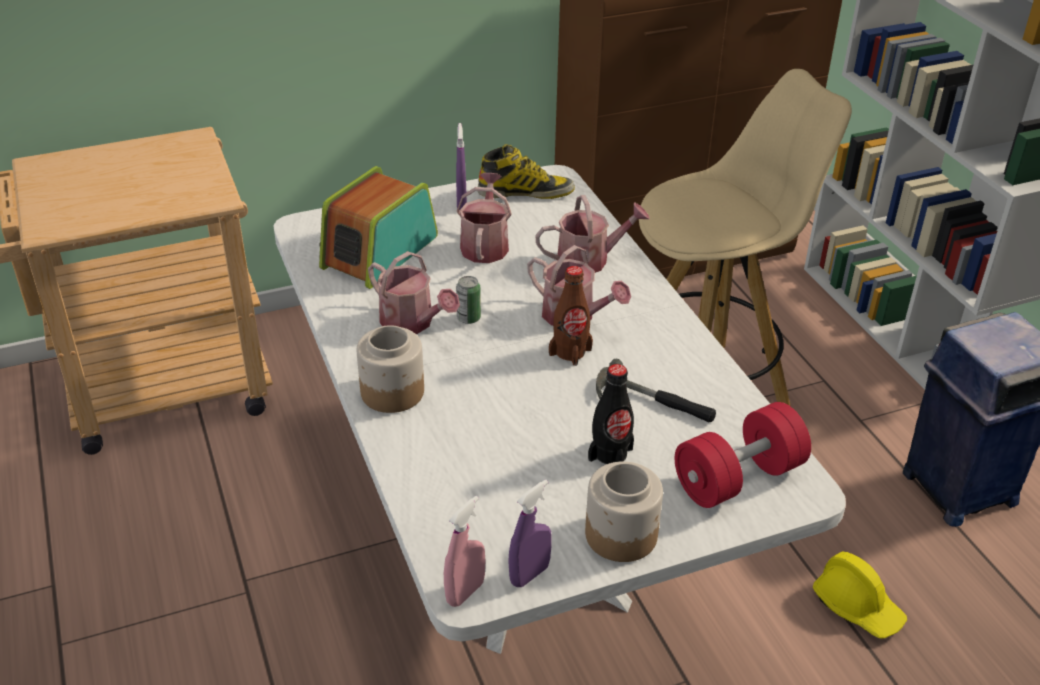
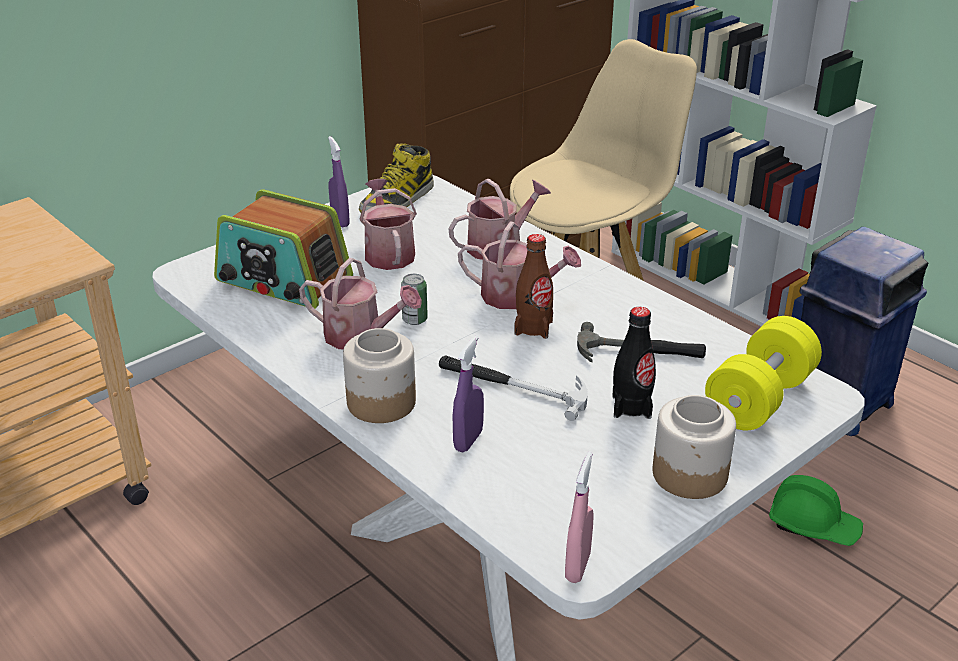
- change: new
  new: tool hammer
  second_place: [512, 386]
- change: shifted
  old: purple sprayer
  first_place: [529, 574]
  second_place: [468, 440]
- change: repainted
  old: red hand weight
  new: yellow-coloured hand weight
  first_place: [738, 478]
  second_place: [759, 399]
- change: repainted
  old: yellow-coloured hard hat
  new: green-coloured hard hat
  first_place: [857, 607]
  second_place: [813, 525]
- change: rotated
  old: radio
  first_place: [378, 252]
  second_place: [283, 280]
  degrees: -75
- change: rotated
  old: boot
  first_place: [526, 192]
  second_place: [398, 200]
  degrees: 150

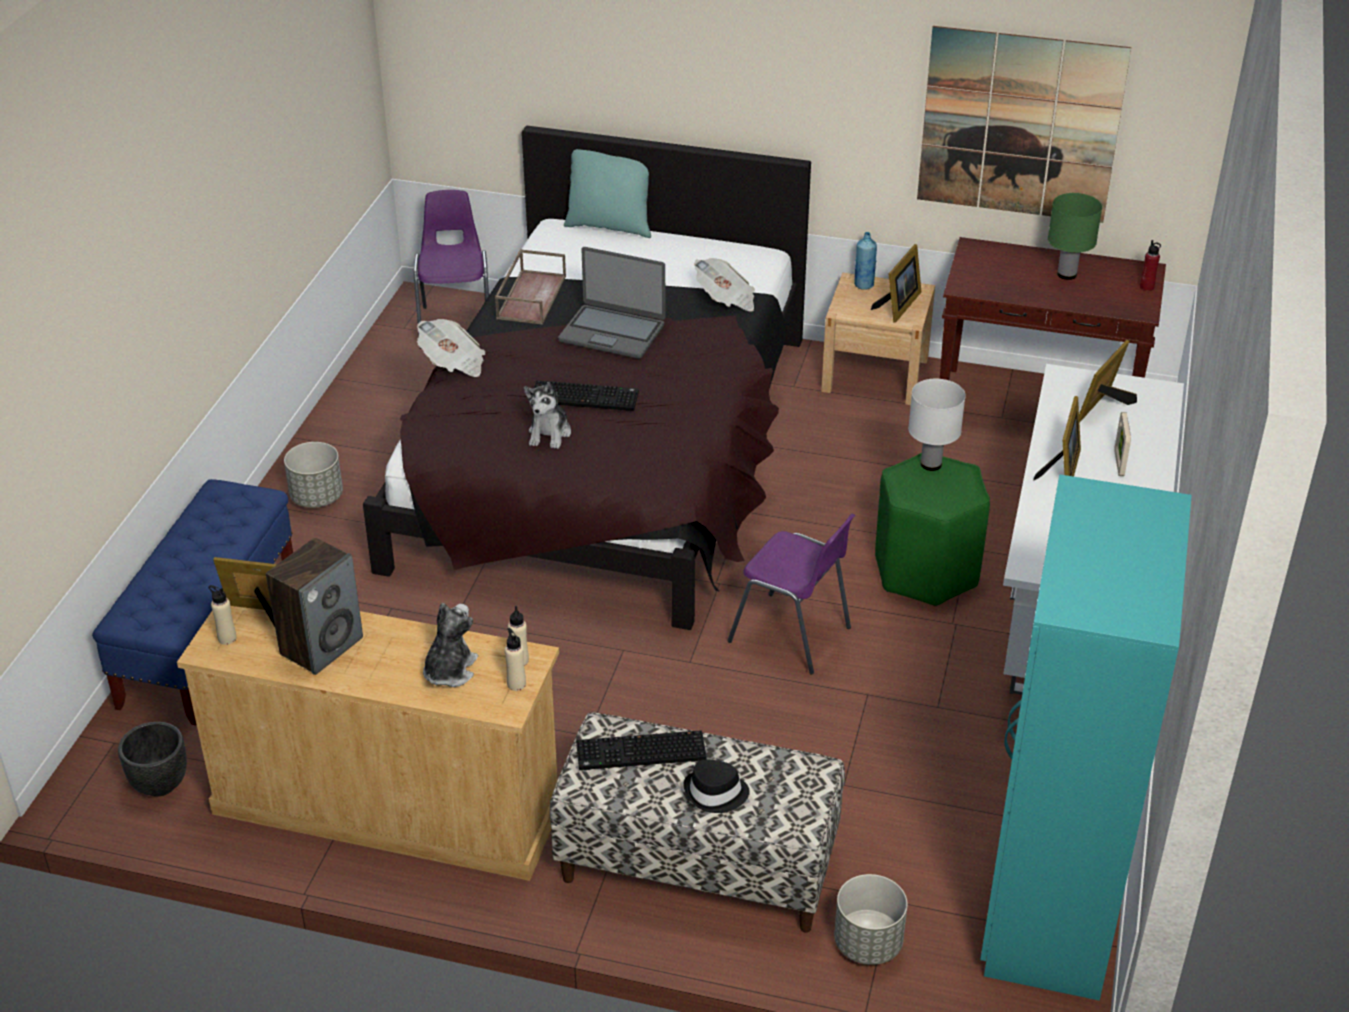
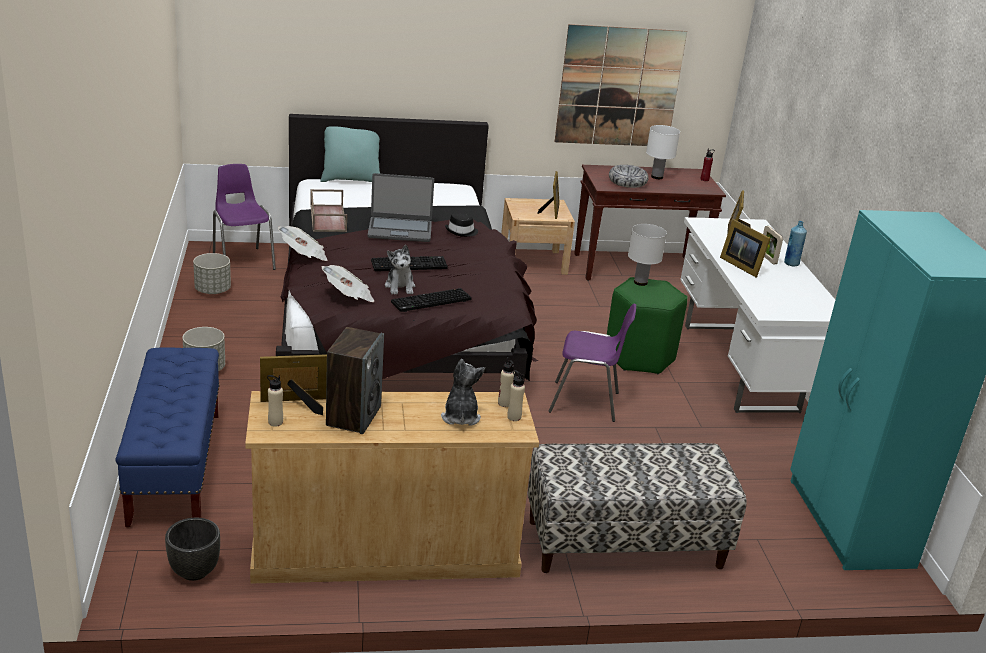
- change: new
  new: bowl
  second_place: [627, 182]
- change: shifted
  old: PC keyboard
  first_place: [639, 754]
  second_place: [431, 302]
- change: shifted
  old: black-coloured clothing hat
  first_place: [715, 793]
  second_place: [461, 231]
- change: shifted
  old: newspaper
  first_place: [726, 300]
  second_place: [348, 296]
- change: shifted
  old: greyish flower pot
  first_place: [868, 943]
  second_place: [212, 290]
- change: shifted
  old: blue-coloured drink bottle
  first_place: [864, 285]
  second_place: [791, 263]
- change: repainted
  old: green-coloured lamp for a table
  new: whitish lamp for a table
  first_place: [1066, 274]
  second_place: [656, 177]
- change: rotated
  old: standing frame
  first_place: [1062, 471]
  second_place: [741, 265]
  degrees: 150

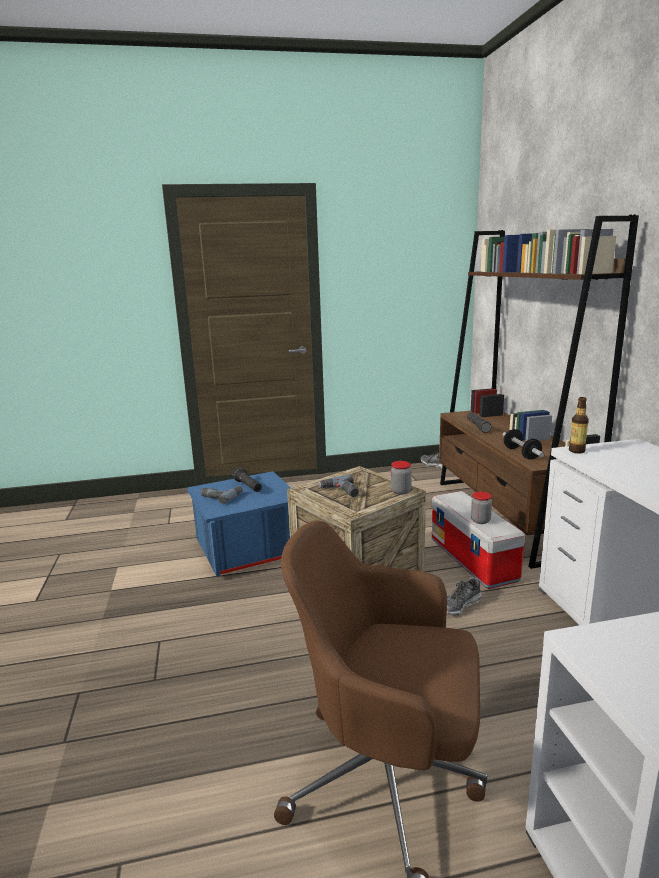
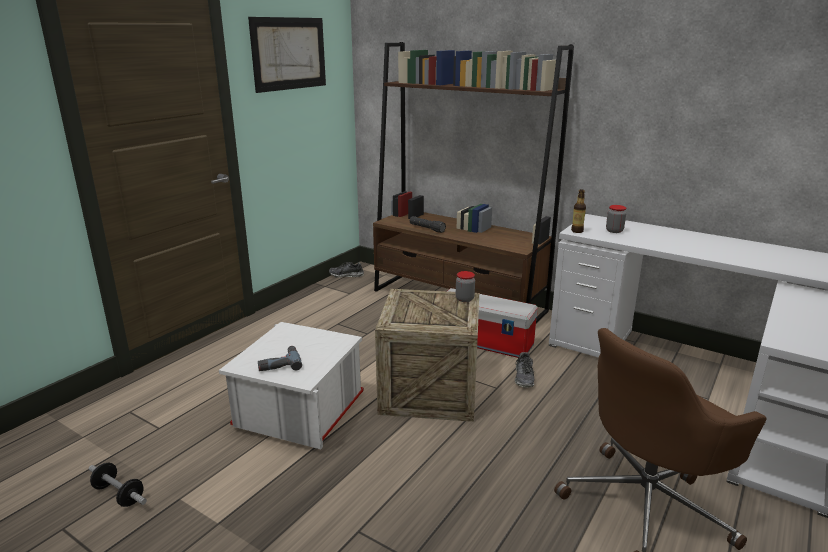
- change: gone
  old: black-coloured hand torch
  first_place: [248, 487]
- change: gone
  old: power drill
  first_place: [340, 491]
- change: new
  new: wall picture
  second_place: [289, 53]
- change: shifted
  old: jar
  first_place: [480, 521]
  second_place: [614, 231]
- change: shifted
  old: hand weight
  first_place: [521, 453]
  second_place: [119, 494]
- change: repainted
  old: blue-coloured storage box
  new: whitish storage box
  first_place: [248, 548]
  second_place: [298, 412]

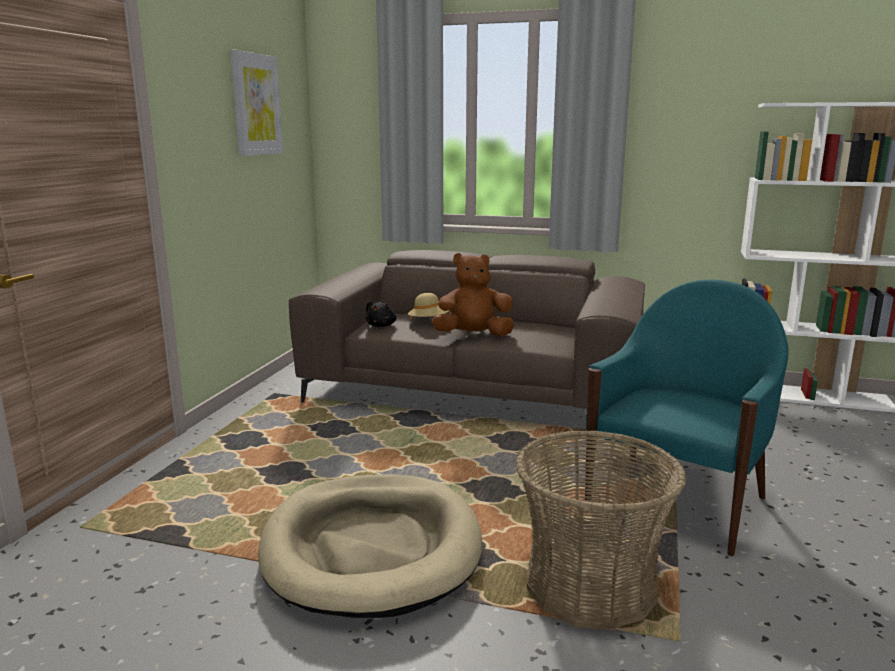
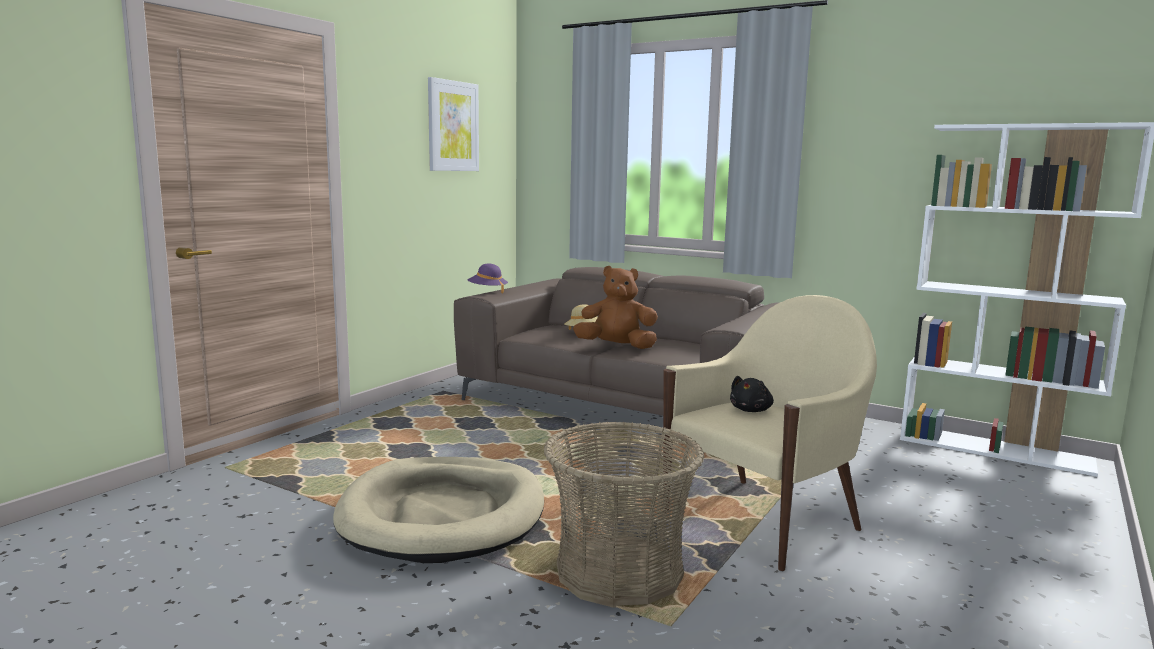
- change: new
  new: purple clothing hat
  second_place: [487, 291]
- change: shifted
  old: black-coloured soft toy
  first_place: [381, 325]
  second_place: [751, 410]
- change: repainted
  old: blue-green armchair
  new: beige armchair
  first_place: [677, 501]
  second_place: [763, 520]

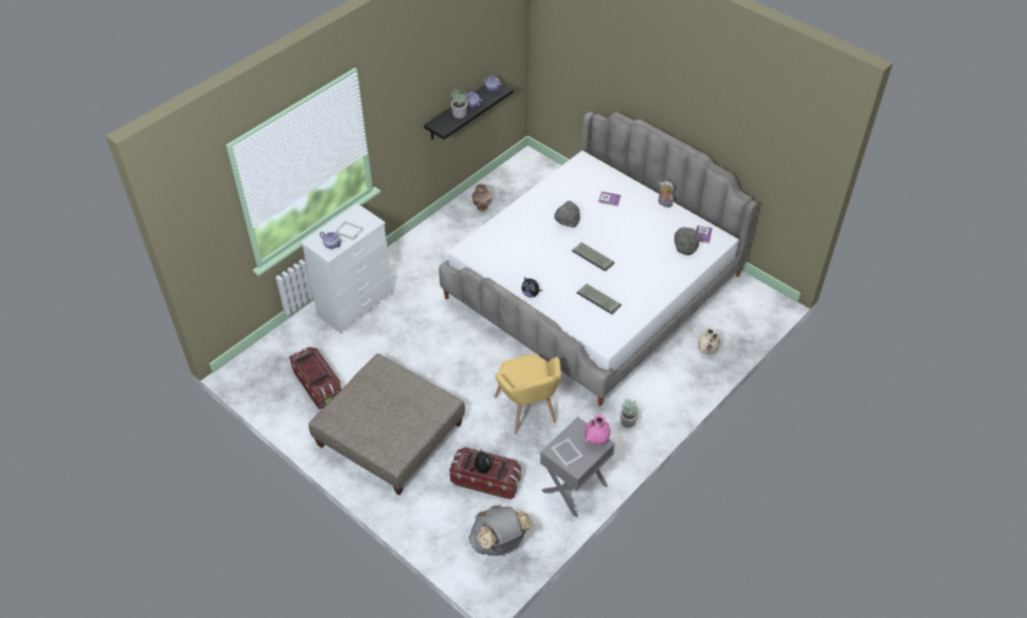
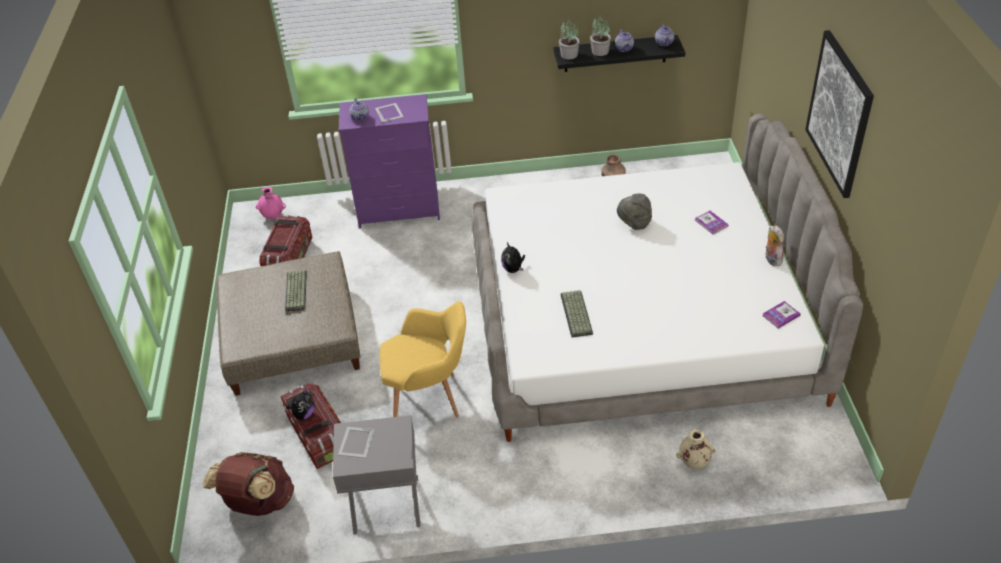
- change: gone
  old: greyish clothing hat
  first_place: [685, 248]
- change: new
  new: wall picture
  second_place: [839, 113]
- change: shifted
  old: PC keyboard
  first_place: [593, 257]
  second_place: [297, 291]
- change: shifted
  old: pink-coloured vase
  first_place: [596, 440]
  second_place: [273, 216]
- change: shifted
  old: plant in a pot
  first_place: [627, 421]
  second_place: [568, 54]
- change: repainted
  old: whitish chest of drawers
  new: purple chest of drawers
  first_place: [356, 305]
  second_place: [400, 211]
- change: repainted
  old: greyish backpack
  new: brown-coloured backpack
  first_place: [499, 543]
  second_place: [258, 503]
- change: rotated
  old: yellow-coloured armchair
  first_place: [528, 413]
  second_place: [430, 400]
  degrees: -120

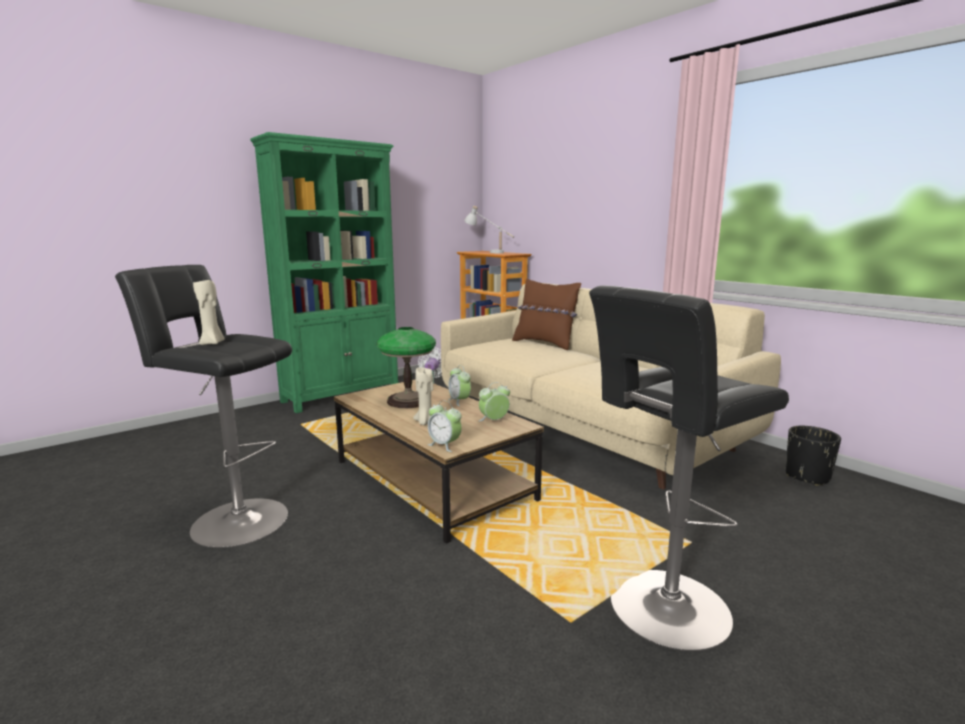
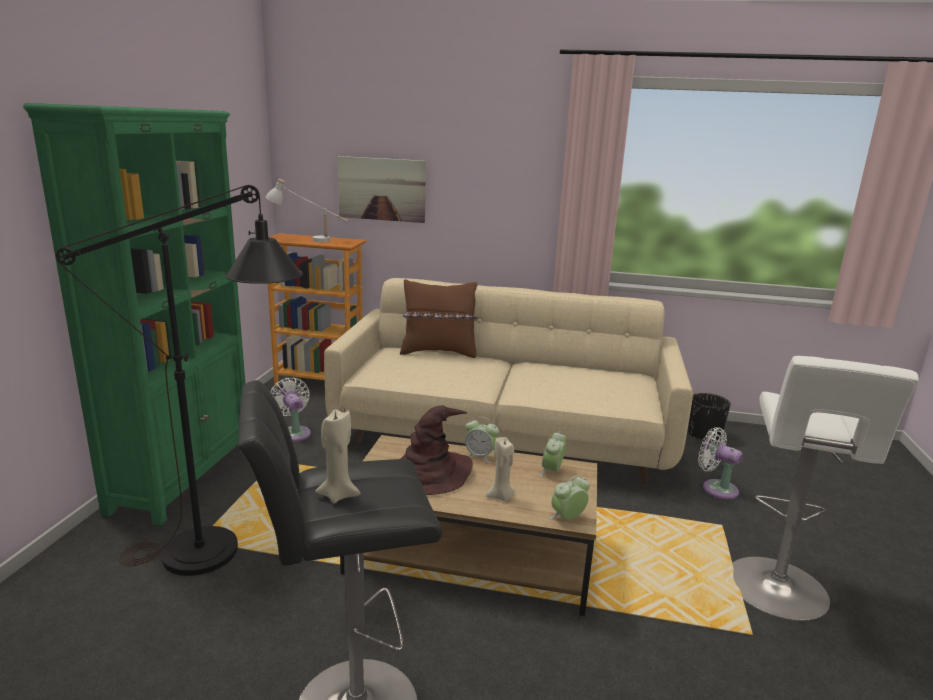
- change: new
  new: black-coloured standard lamp
  second_place: [222, 551]
- change: new
  new: wall picture
  second_place: [382, 189]
- change: new
  new: whitish cooling fan
  second_place: [716, 488]
- change: swapped
  old: lamp for a table
  new: brown-coloured clothing hat
  first_place: [408, 401]
  second_place: [432, 473]
- change: repainted
  old: black-coloured stool seat
  new: whitish stool seat
  first_place: [663, 611]
  second_place: [778, 592]
- change: rotated
  old: bedside clock
  first_place: [444, 445]
  second_place: [568, 518]
  degrees: 150

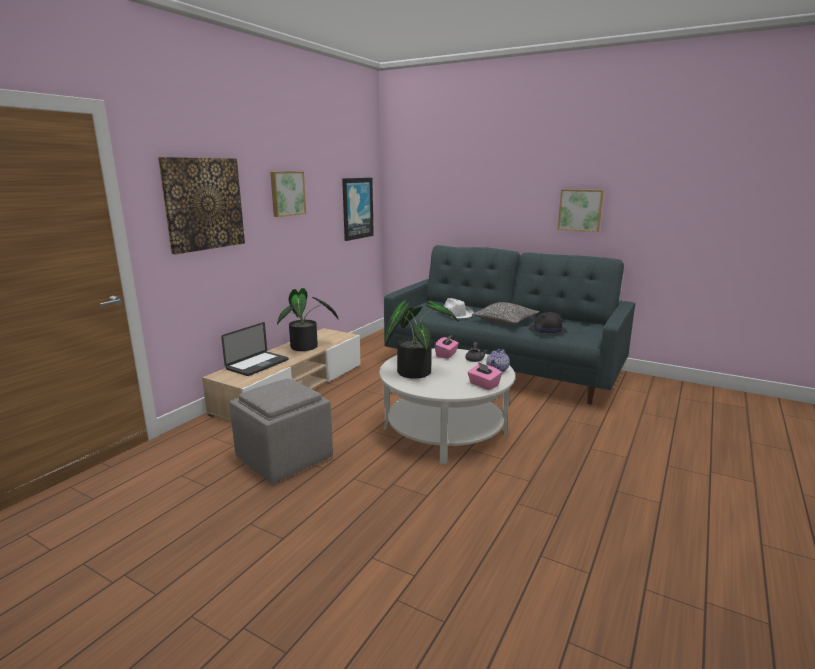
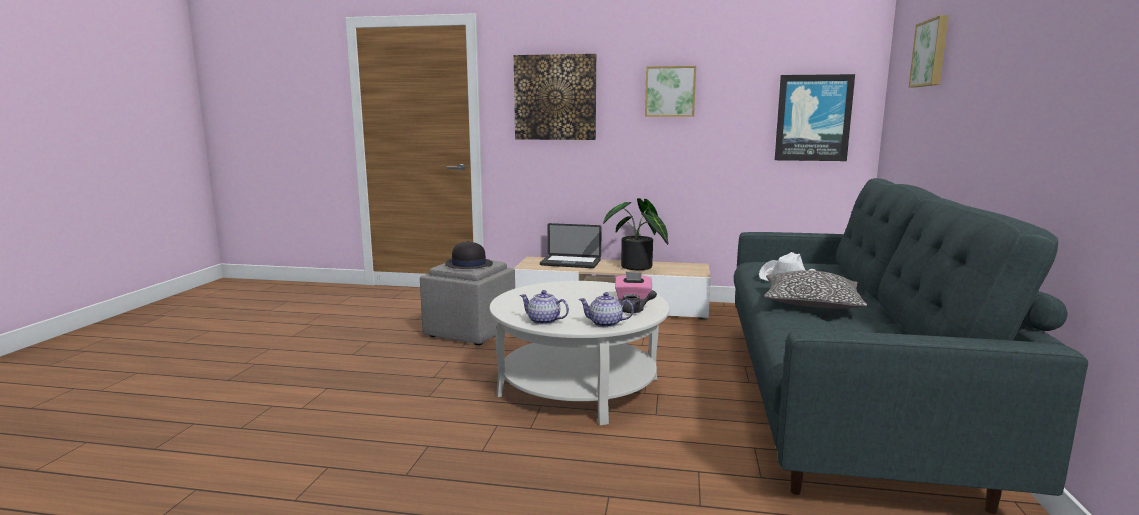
- change: gone
  old: plant in a pot
  first_place: [415, 371]
- change: shifted
  old: black-coloured clothing hat
  first_place: [547, 330]
  second_place: [468, 264]
- change: shifted
  old: wall picture
  first_place: [580, 210]
  second_place: [931, 53]
- change: swapped
  old: pink-coloured box of tissues
  new: teapot
  first_place: [483, 385]
  second_place: [544, 321]

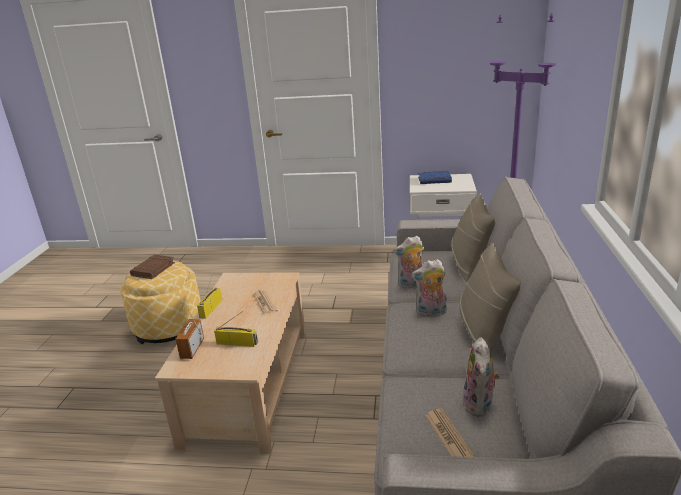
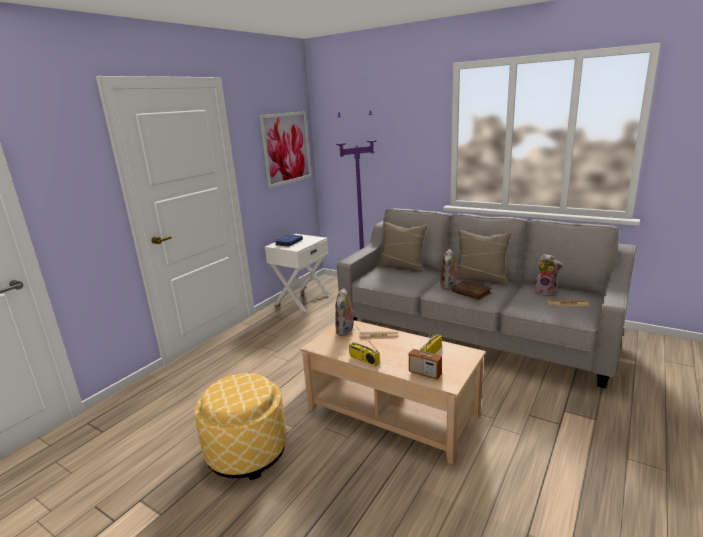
- change: new
  new: wall picture
  second_place: [286, 148]
- change: shifted
  old: brown-coloured volume
  first_place: [153, 269]
  second_place: [471, 292]
- change: shifted
  old: soft toy
  first_place: [411, 285]
  second_place: [345, 331]

